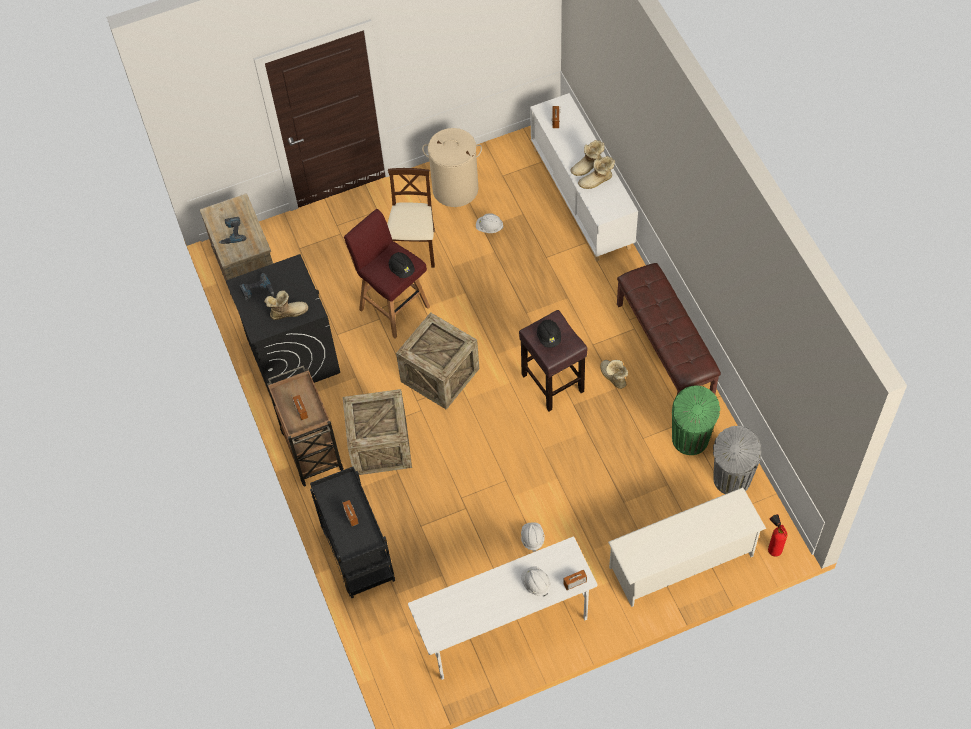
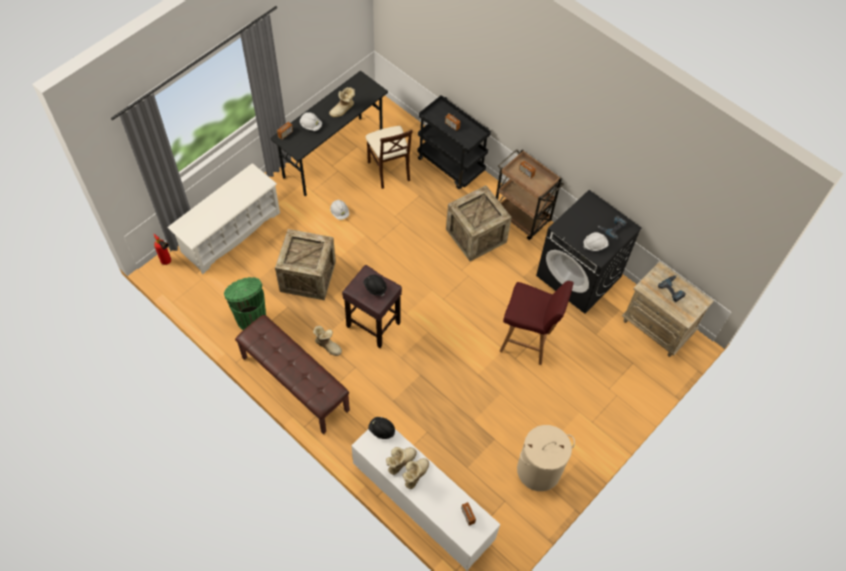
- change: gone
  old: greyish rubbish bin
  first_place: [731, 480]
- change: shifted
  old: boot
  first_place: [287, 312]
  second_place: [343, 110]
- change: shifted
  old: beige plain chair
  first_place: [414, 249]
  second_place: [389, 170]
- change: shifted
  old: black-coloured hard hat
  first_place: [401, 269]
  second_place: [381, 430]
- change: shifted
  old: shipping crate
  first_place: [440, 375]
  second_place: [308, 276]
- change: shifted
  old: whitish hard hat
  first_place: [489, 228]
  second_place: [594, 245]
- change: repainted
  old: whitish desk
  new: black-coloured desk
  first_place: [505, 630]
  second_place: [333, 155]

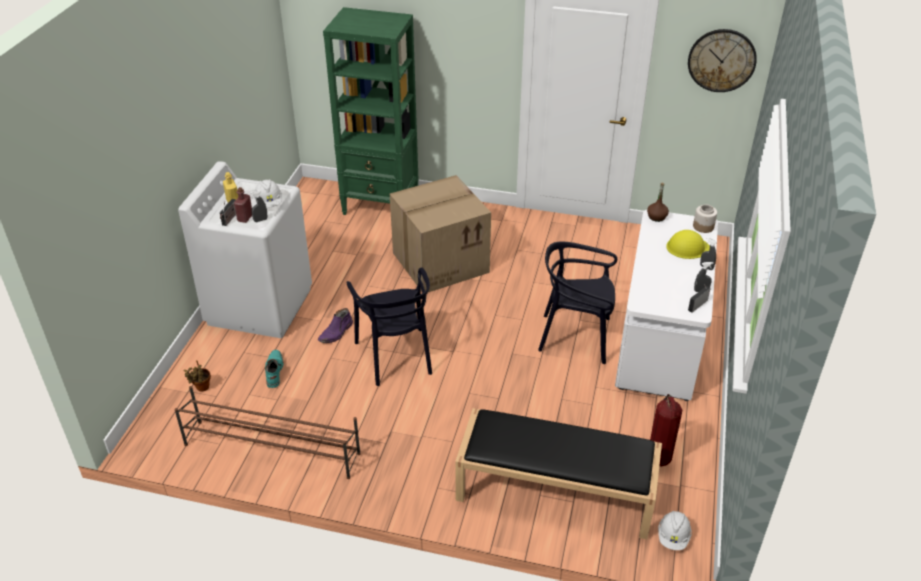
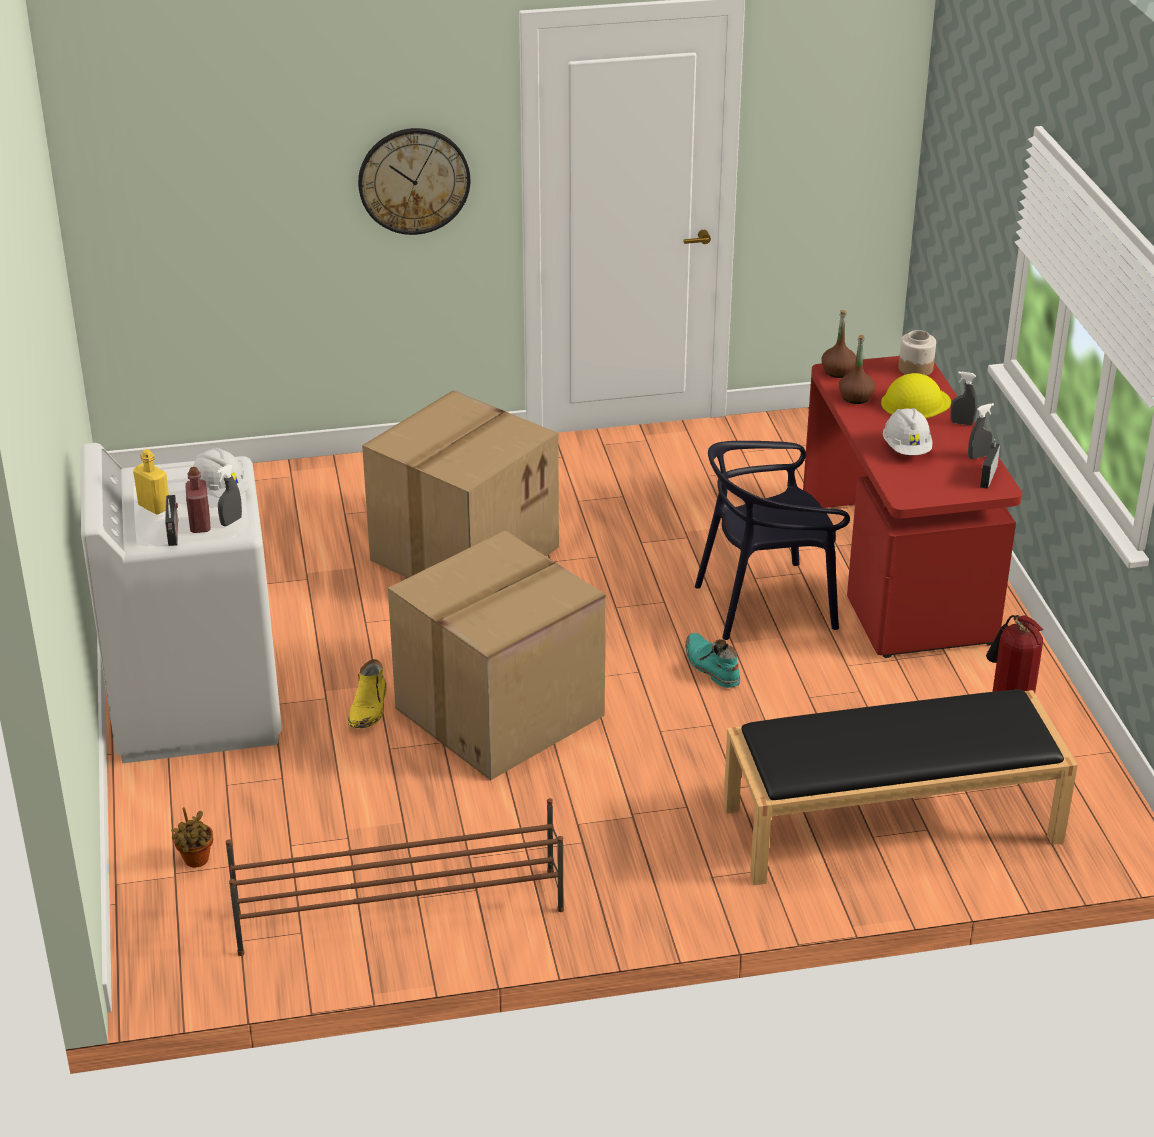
- change: gone
  old: green-coloured bookcase
  first_place: [381, 205]
- change: new
  new: brown-coloured drink bottle
  second_place: [856, 397]
- change: shifted
  old: blue-green boot
  first_place: [274, 371]
  second_place: [710, 666]
- change: shifted
  old: whitish hard hat
  first_place: [673, 537]
  second_place: [906, 448]
- change: shifted
  old: clock on the wall
  first_place: [721, 60]
  second_place: [414, 180]
- change: swapped
  old: black-coloured plain chair
  new: cardboard box
  first_place: [395, 356]
  second_place: [499, 714]
- change: repainted
  old: purple boot
  new: yellow-coloured boot
  first_place: [336, 333]
  second_place: [369, 708]
- change: repainted
  old: whitish desk
  new: red desk
  first_place: [660, 342]
  second_place: [897, 575]

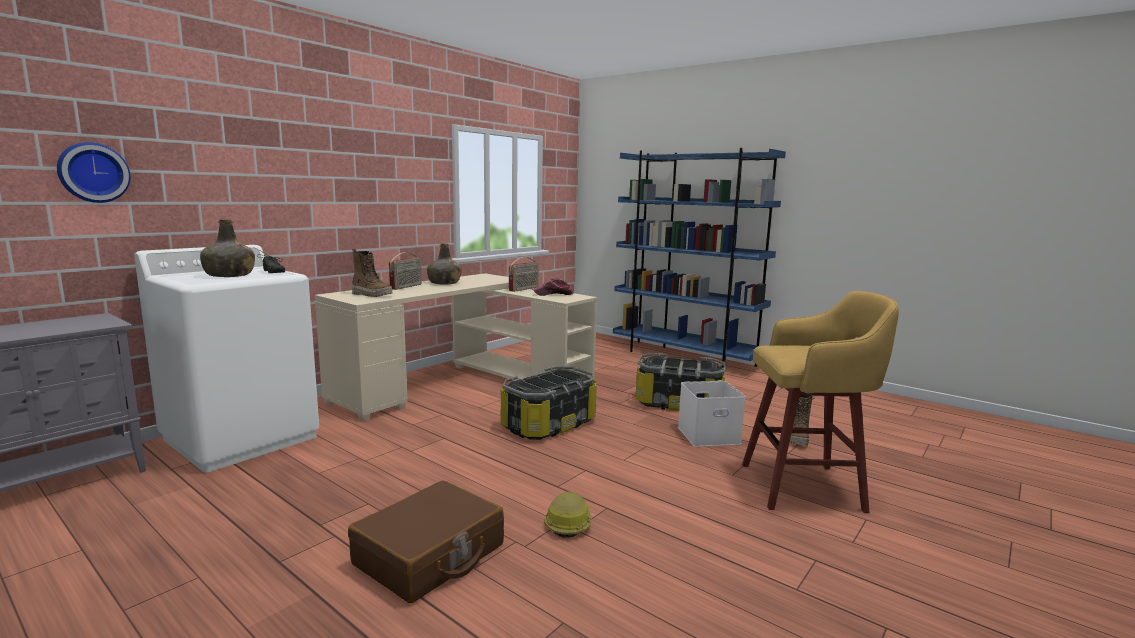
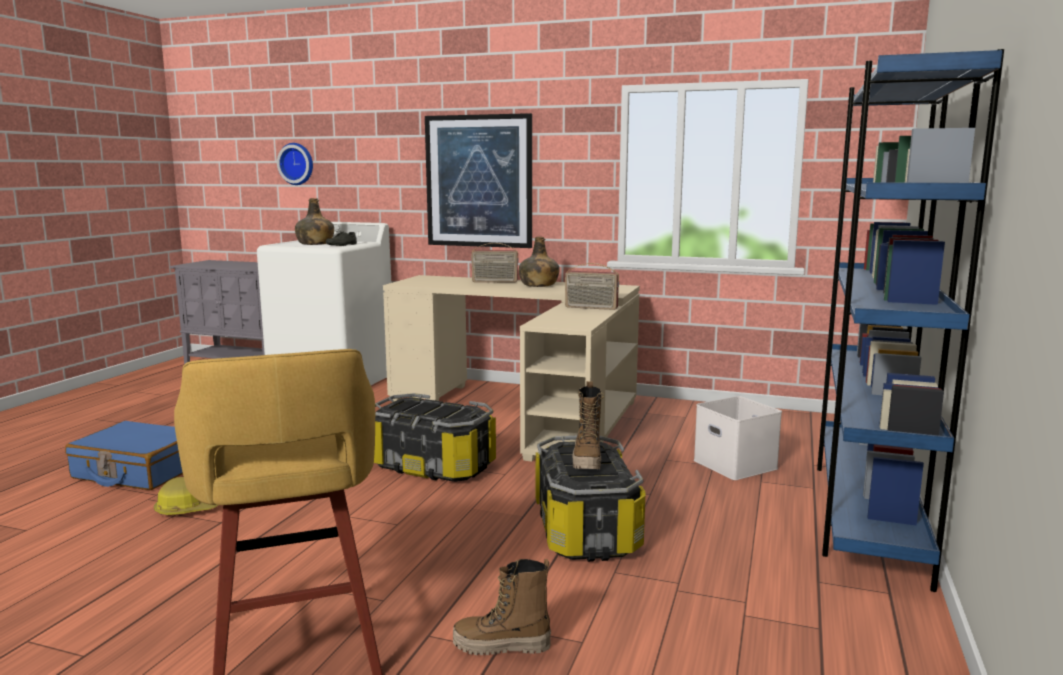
- change: gone
  old: cap
  first_place: [553, 294]
- change: new
  new: wall picture
  second_place: [478, 181]
- change: shifted
  old: boot
  first_place: [372, 295]
  second_place: [587, 460]
- change: shifted
  old: whitish storage box
  first_place: [709, 435]
  second_place: [737, 465]
- change: repainted
  old: brown-coloured suitcase
  new: blue-coloured suitcase
  first_place: [430, 555]
  second_place: [138, 471]

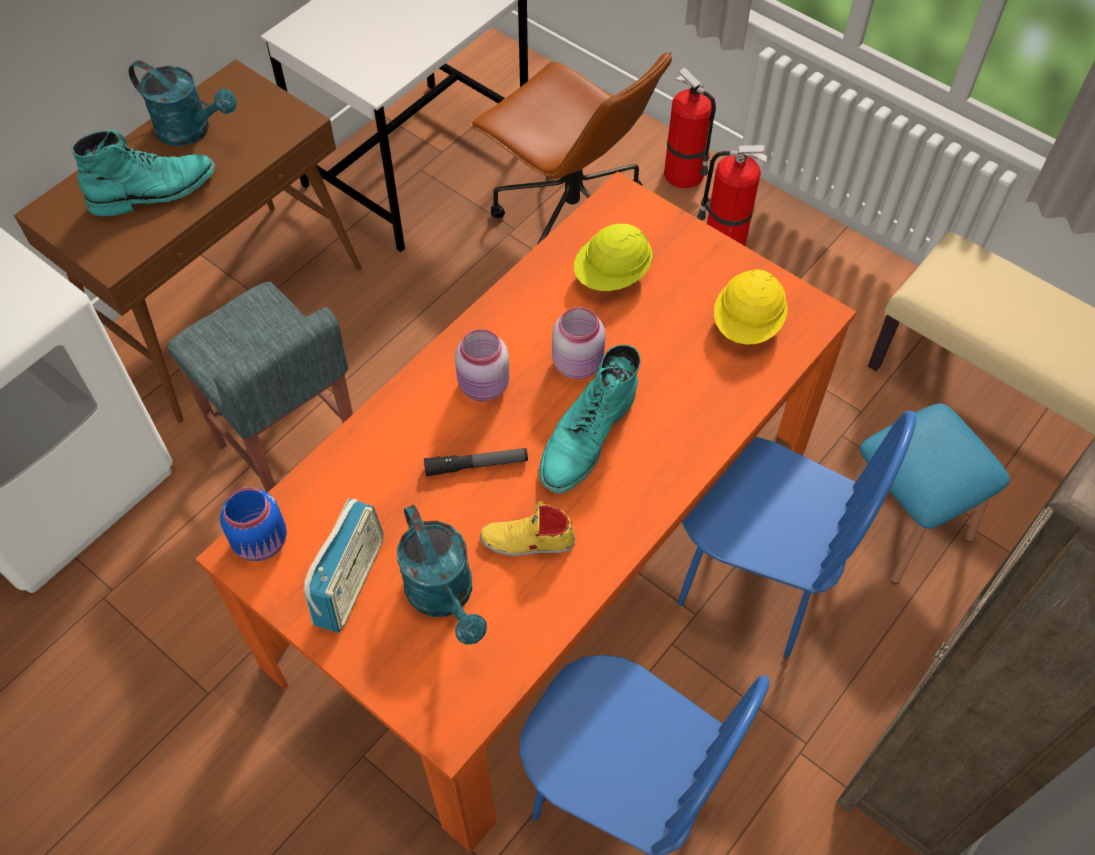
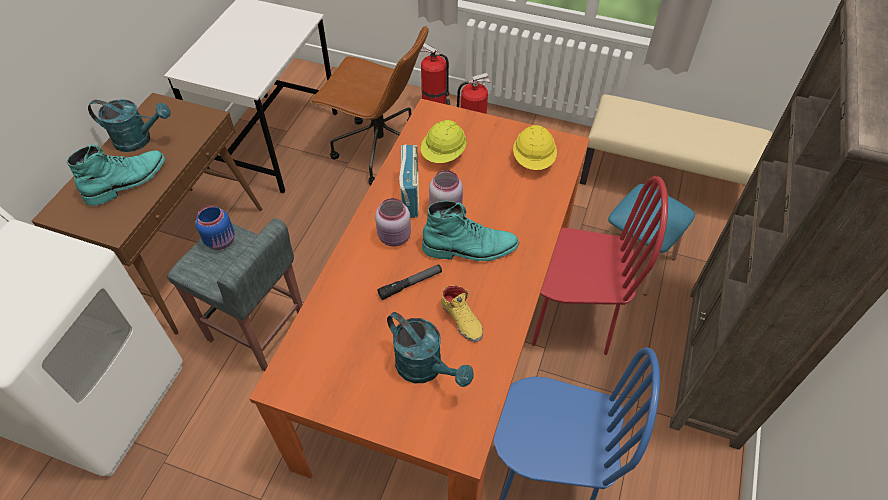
- change: shifted
  old: blue-coloured jar
  first_place: [262, 542]
  second_place: [221, 241]
- change: shifted
  old: radio
  first_place: [350, 581]
  second_place: [410, 195]
- change: repainted
  old: blue-coloured plain chair
  new: red plain chair
  first_place: [753, 584]
  second_place: [569, 320]
- change: rotated
  old: yellow-coloured low shoe
  first_place: [527, 541]
  second_place: [462, 319]
  degrees: -105
- change: rotated
  old: blue-green boot
  first_place: [586, 437]
  second_place: [470, 248]
  degrees: -105

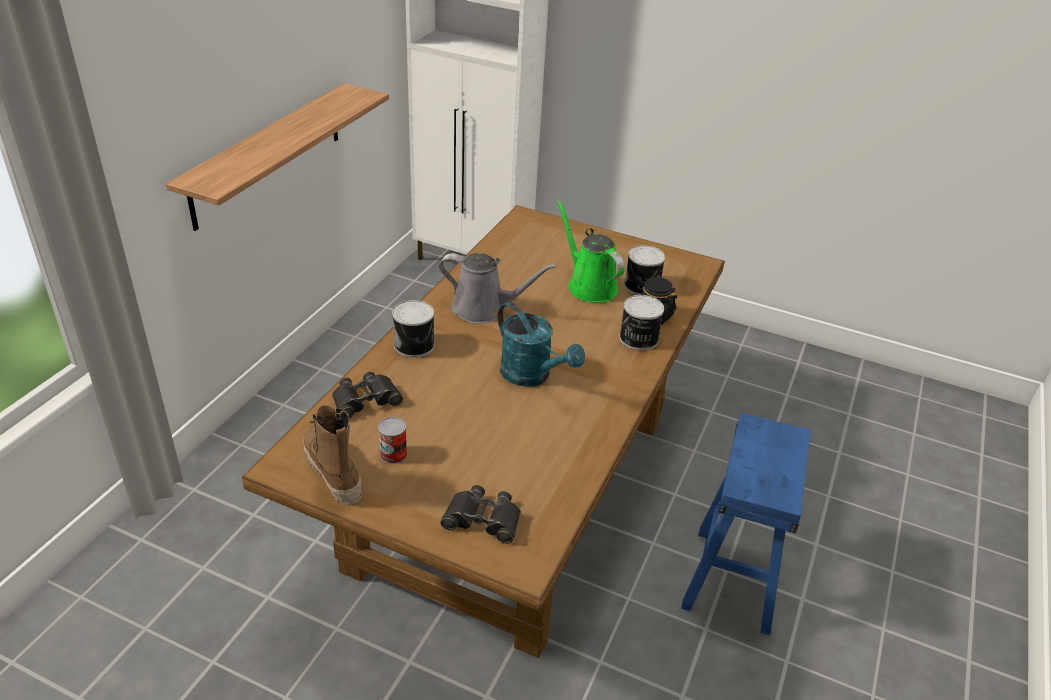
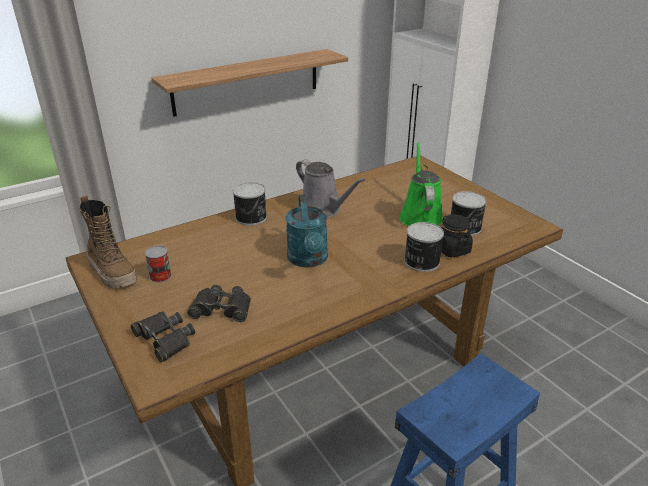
- change: shifted
  old: black-coloured field glasses
  first_place: [365, 400]
  second_place: [222, 309]
- change: rotated
  old: boot
  first_place: [332, 472]
  second_place: [113, 273]
  degrees: 135

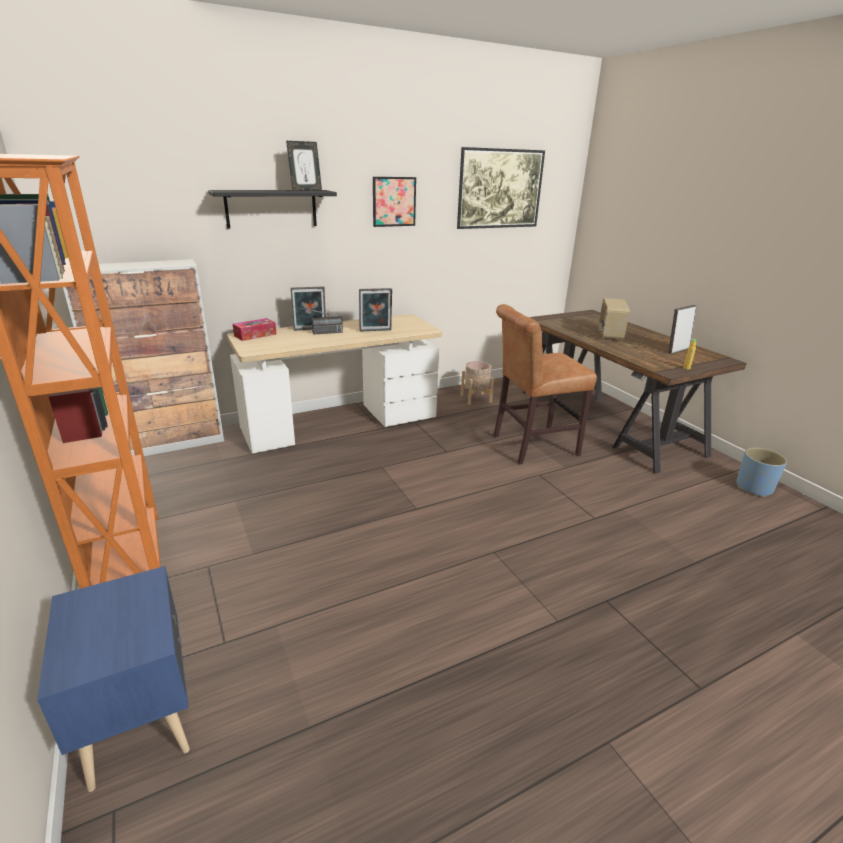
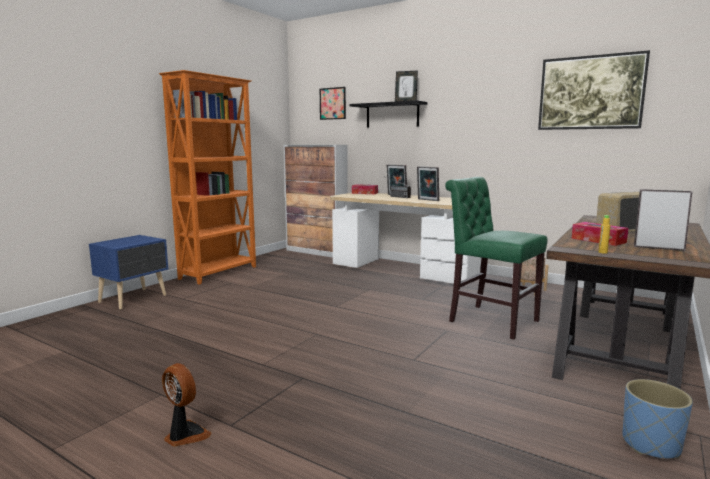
- change: new
  new: cooling fan
  second_place: [185, 435]
- change: new
  new: box of tissues
  second_place: [598, 240]
- change: shifted
  old: wall picture
  first_place: [394, 201]
  second_place: [332, 103]
- change: repainted
  old: brown-coloured plain chair
  new: green-coloured plain chair
  first_place: [530, 446]
  second_place: [489, 320]

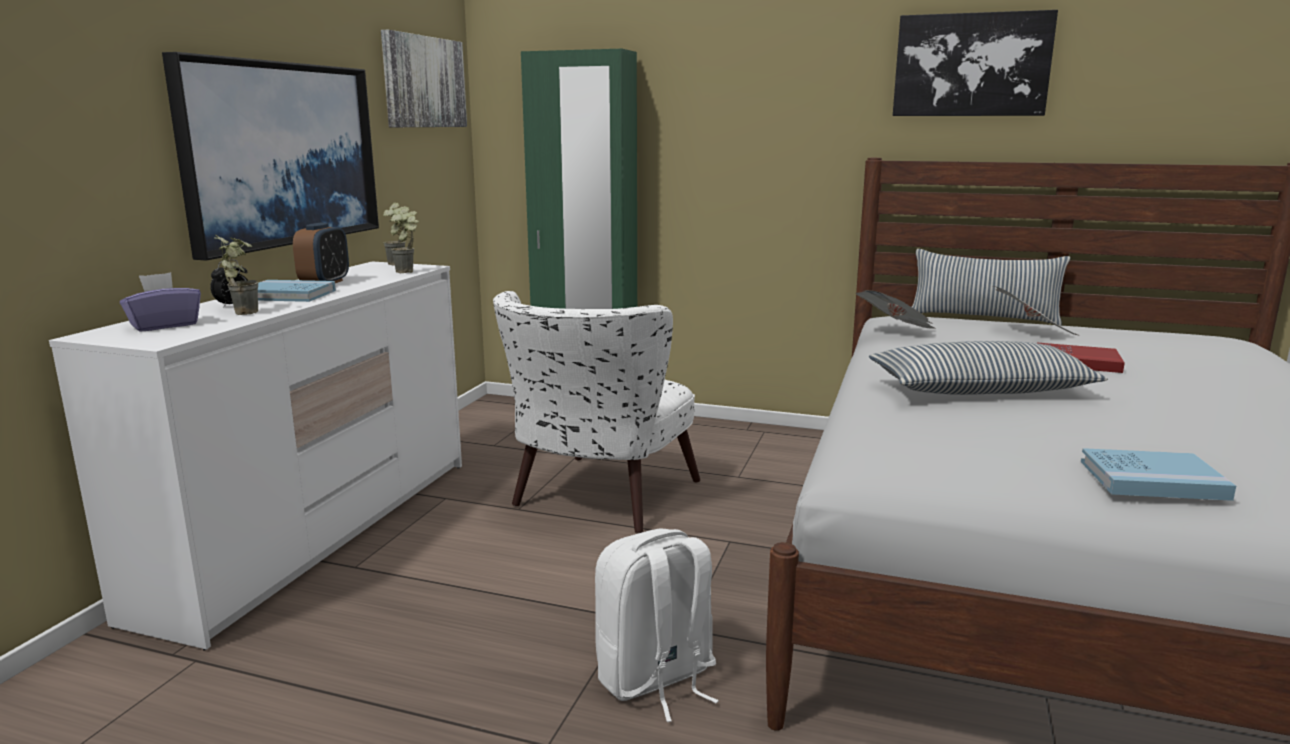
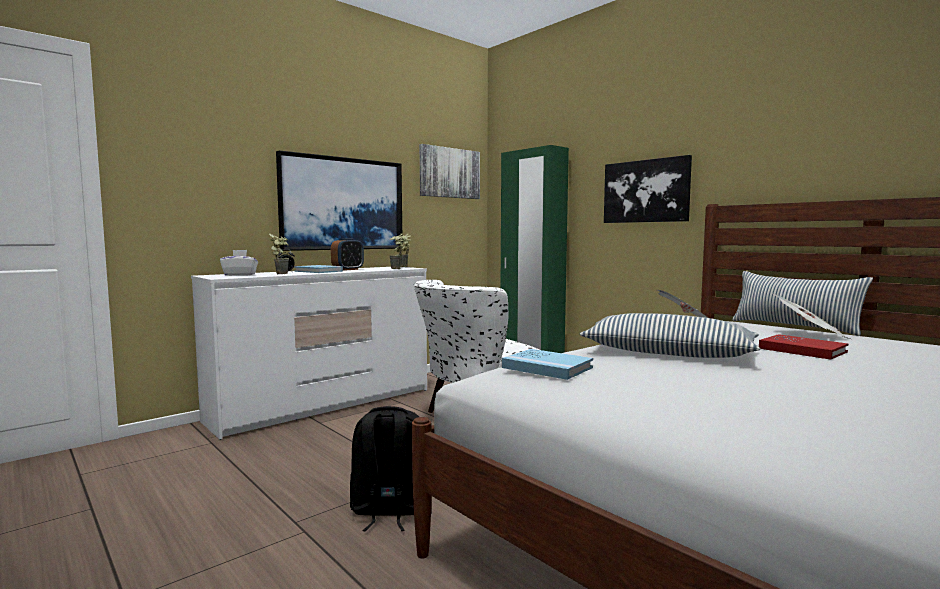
- change: shifted
  old: wall picture
  first_place: [971, 65]
  second_place: [646, 191]
- change: shifted
  old: blue-coloured volume
  first_place: [1152, 480]
  second_place: [547, 367]
- change: repainted
  old: purple box of tissues
  new: whitish box of tissues
  first_place: [164, 325]
  second_place: [240, 275]
- change: repainted
  old: whitish backpack
  new: black-coloured backpack
  first_place: [656, 680]
  second_place: [389, 511]

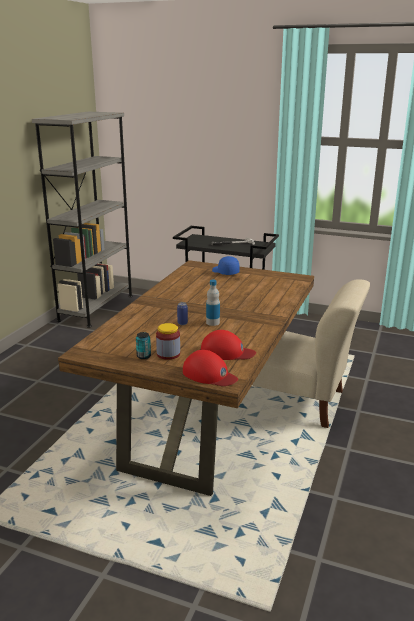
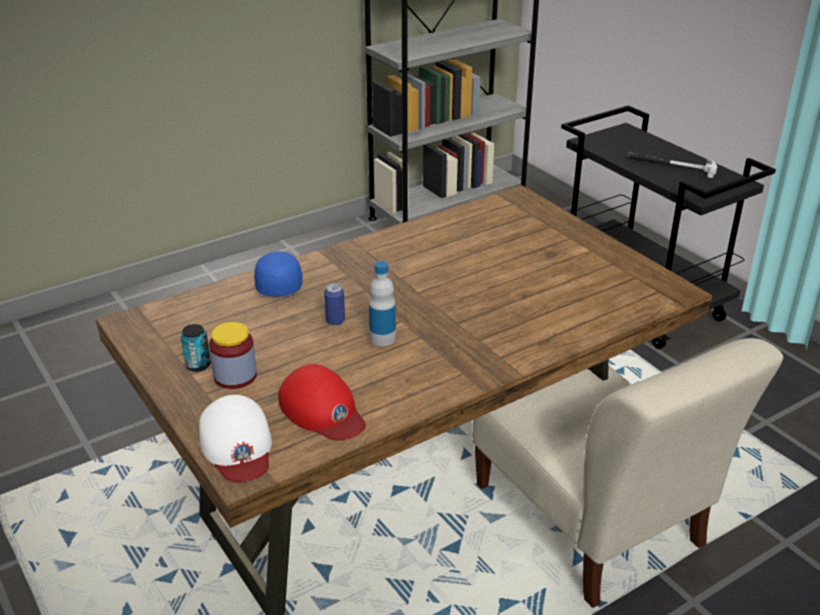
- change: shifted
  old: blue-coloured cap
  first_place: [225, 272]
  second_place: [279, 283]
- change: repainted
  old: red cap
  new: whitish cap
  first_place: [209, 375]
  second_place: [237, 445]

